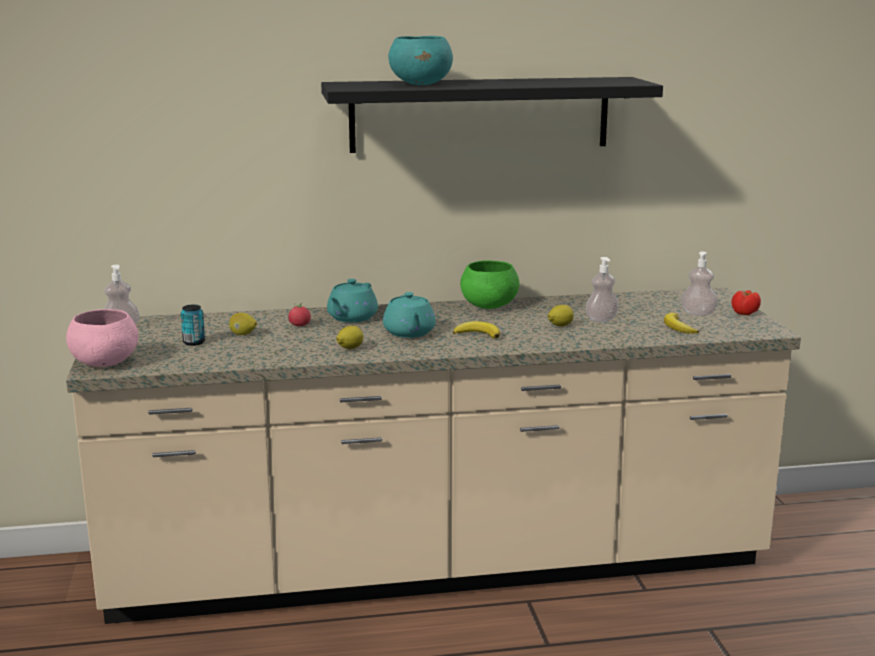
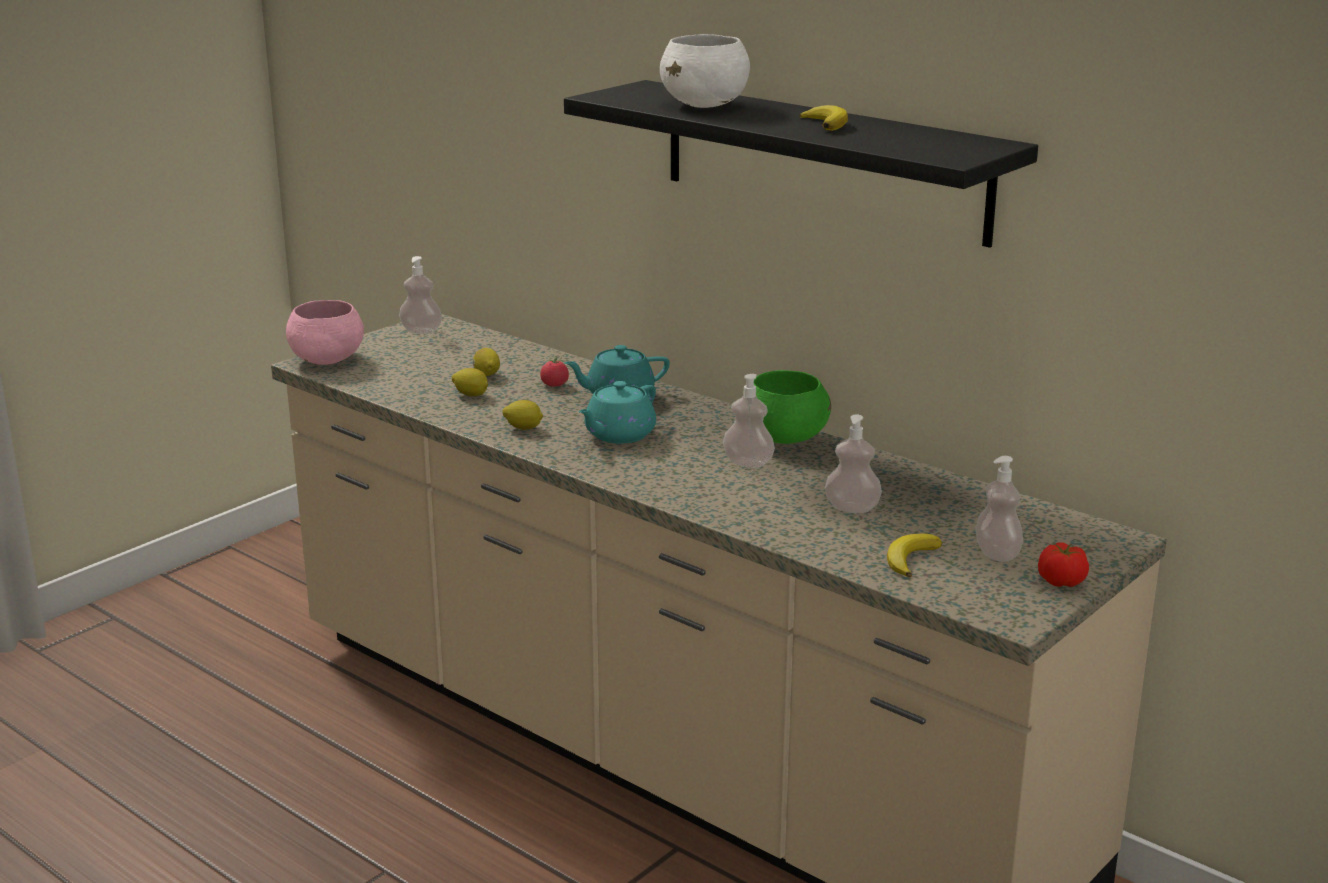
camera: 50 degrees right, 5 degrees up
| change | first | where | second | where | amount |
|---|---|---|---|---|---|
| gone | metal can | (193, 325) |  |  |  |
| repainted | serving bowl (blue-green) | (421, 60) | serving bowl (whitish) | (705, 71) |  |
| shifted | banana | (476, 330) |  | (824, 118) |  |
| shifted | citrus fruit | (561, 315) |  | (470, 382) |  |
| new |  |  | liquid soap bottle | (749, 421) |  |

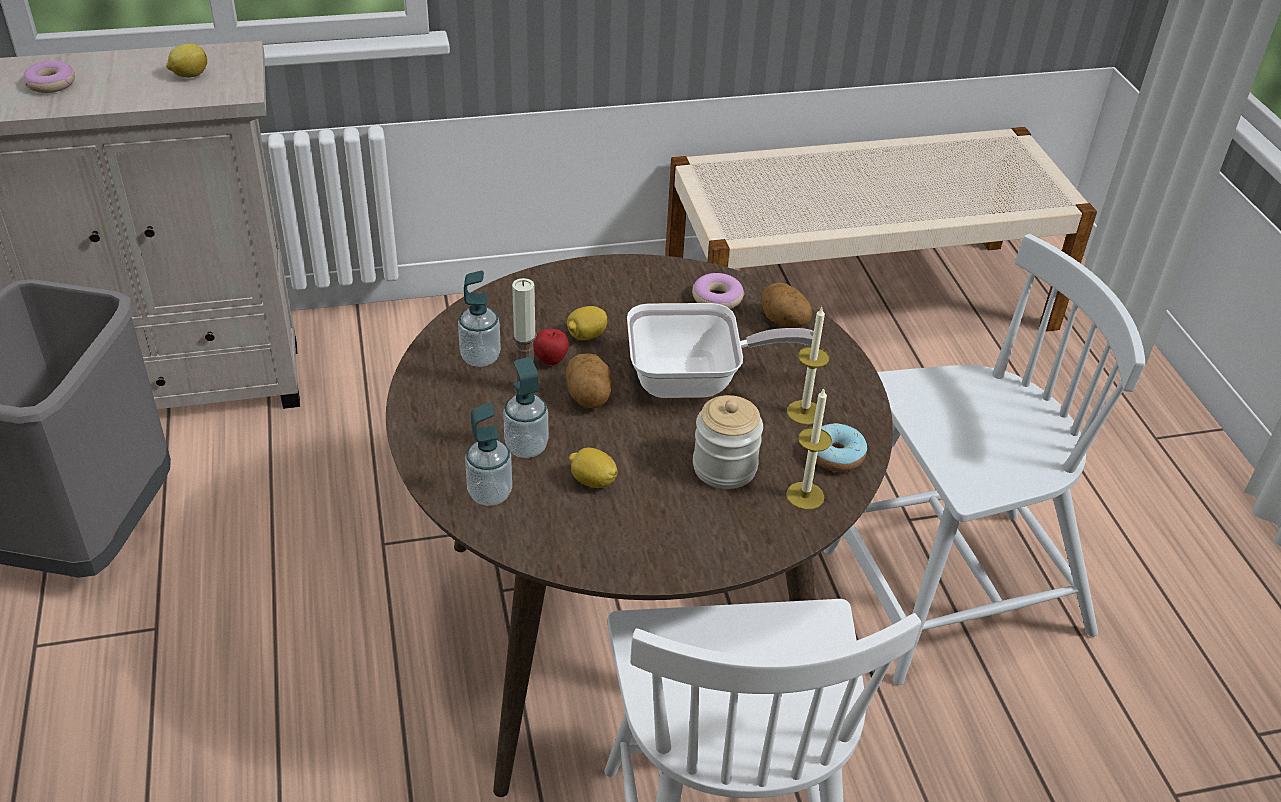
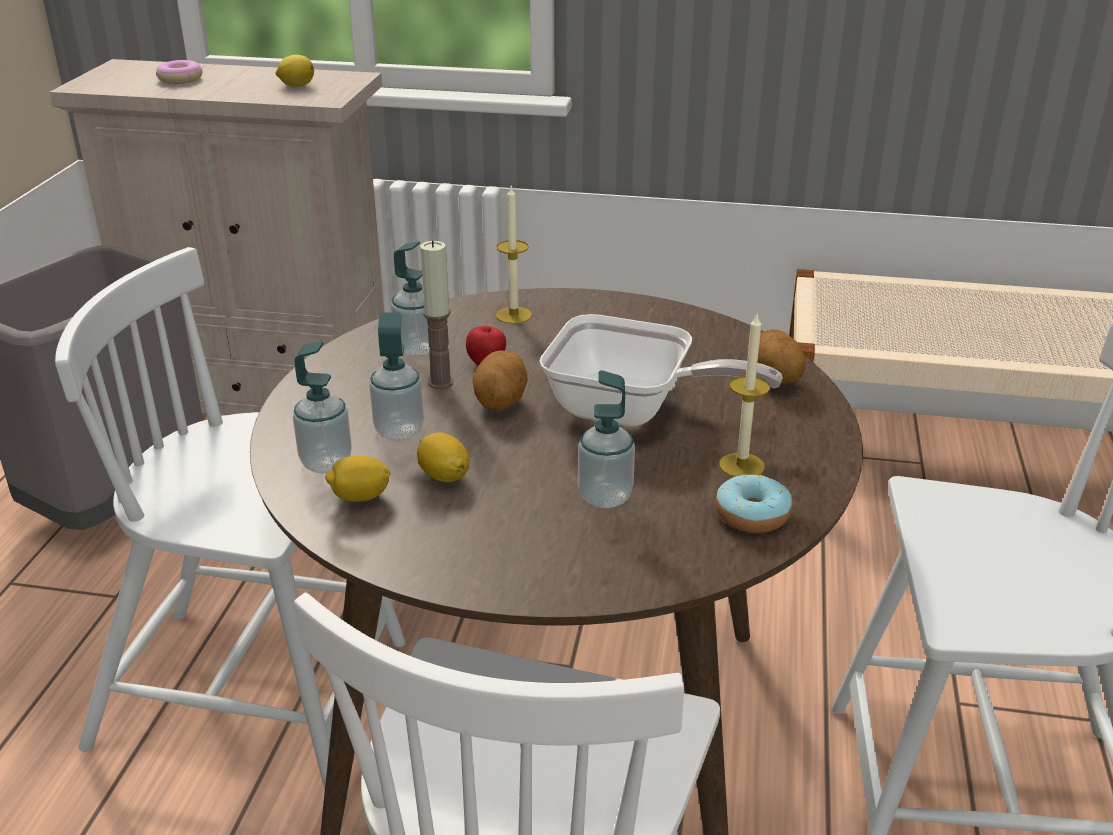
camera: 25 degrees right, 10 degrees down
| change | first | where | second | where | amount |
|---|---|---|---|---|---|
| shifted | citrus fruit | (587, 323) |  | (357, 479) |  |
| gone | donut | (718, 291) |  |  |  |
| swapped | jar | (728, 442) | liquid soap bottle | (606, 439) |  |
| shifted | wax light | (809, 449) |  | (514, 255) |  |
| new |  |  | chair (whitish) | (230, 518) |  |

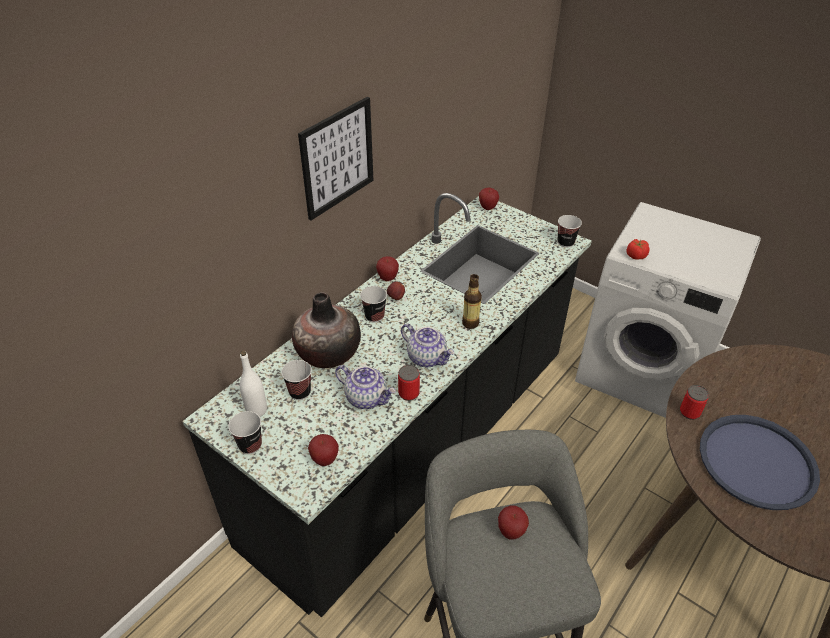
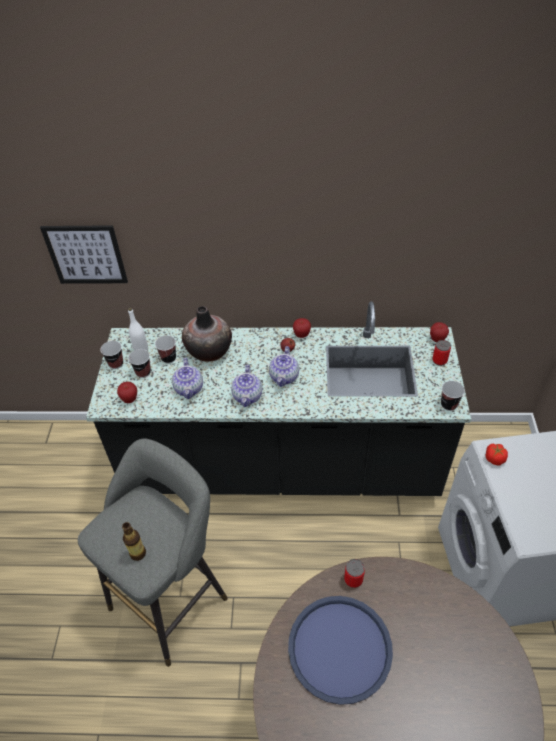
camera: 55 degrees right, 5 degrees up
| change | first | where | second | where | amount |
|---|---|---|---|---|---|
| shifted | wall art | (336, 158) |  | (84, 254) |  |
| shifted | small cup | (373, 304) |  | (139, 363) |  |
| shifted | metal can | (409, 383) |  | (441, 353) |  |
| shifted | drink bottle | (472, 301) |  | (134, 541) |  |
| gone | whole apple | (513, 522) |  |  |  |
| new |  |  | pot for tea | (284, 366) |  |

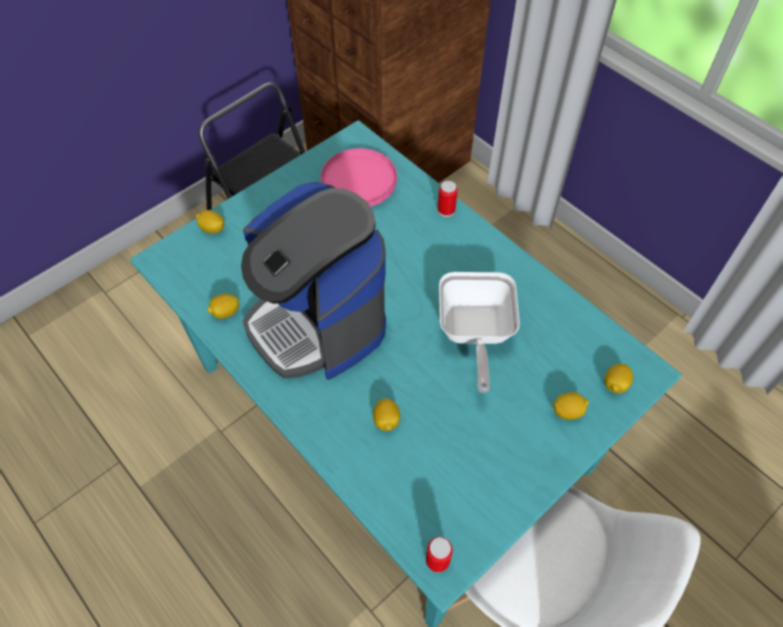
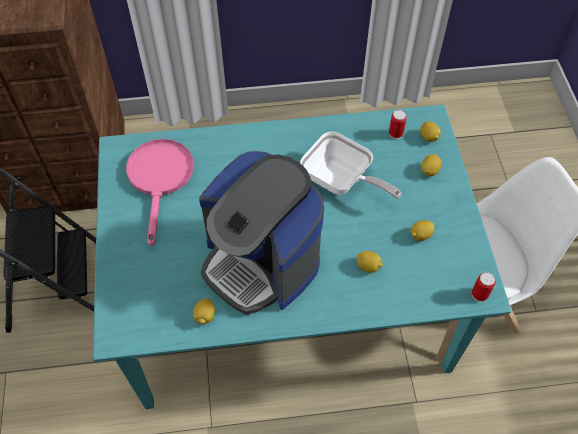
camera: 55 degrees left, 0 degrees up
| change | first | where | second | where | amount |
|---|---|---|---|---|---|
| shifted | citrus fruit | (210, 222) |  | (422, 230) |  |
| rotated | coffee brewer | (313, 281) |  | (261, 233) | 45 degrees clockwise |
| shifted | metal can | (448, 199) |  | (398, 124) |  |

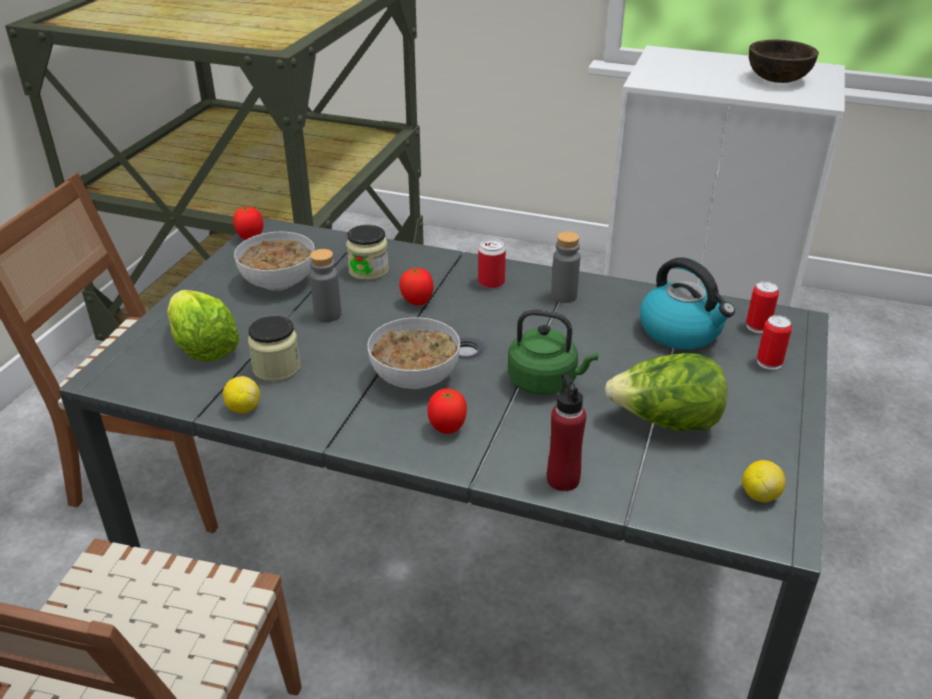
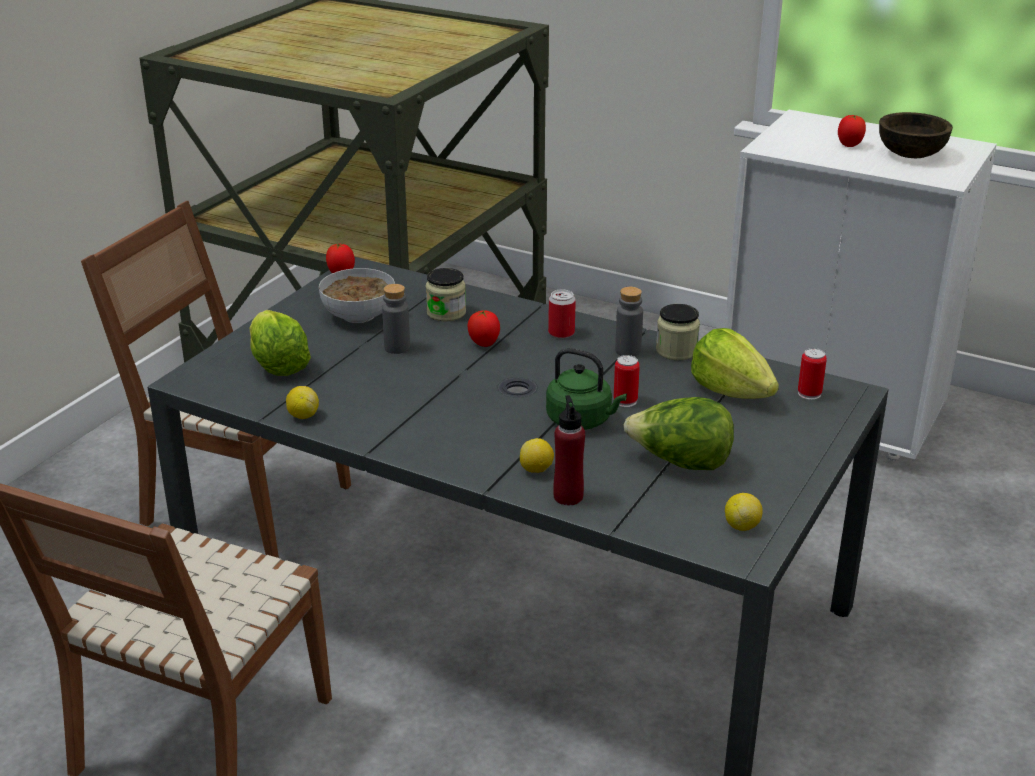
camera: 10 degrees right, 5 degrees down
| change | first | where | second | where | amount |
|---|---|---|---|---|---|
| shifted | jar | (274, 349) |  | (678, 332) |  |
| gone | serving bowl | (414, 353) |  |  |  |
| shifted | tomato | (447, 411) |  | (852, 131) |  |
| swapped | tea kettle | (687, 303) | lettuce | (735, 363) |  |
| shifted | metal can | (774, 342) |  | (627, 381) |  |
| new |  |  | citrus fruit | (537, 455) |  |

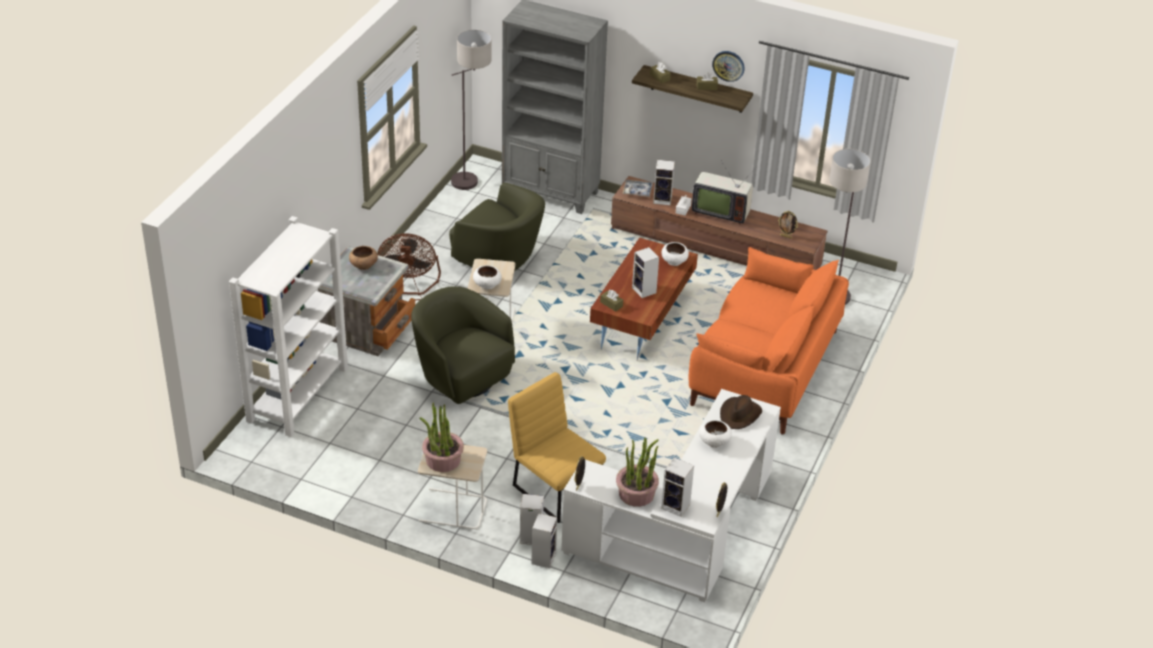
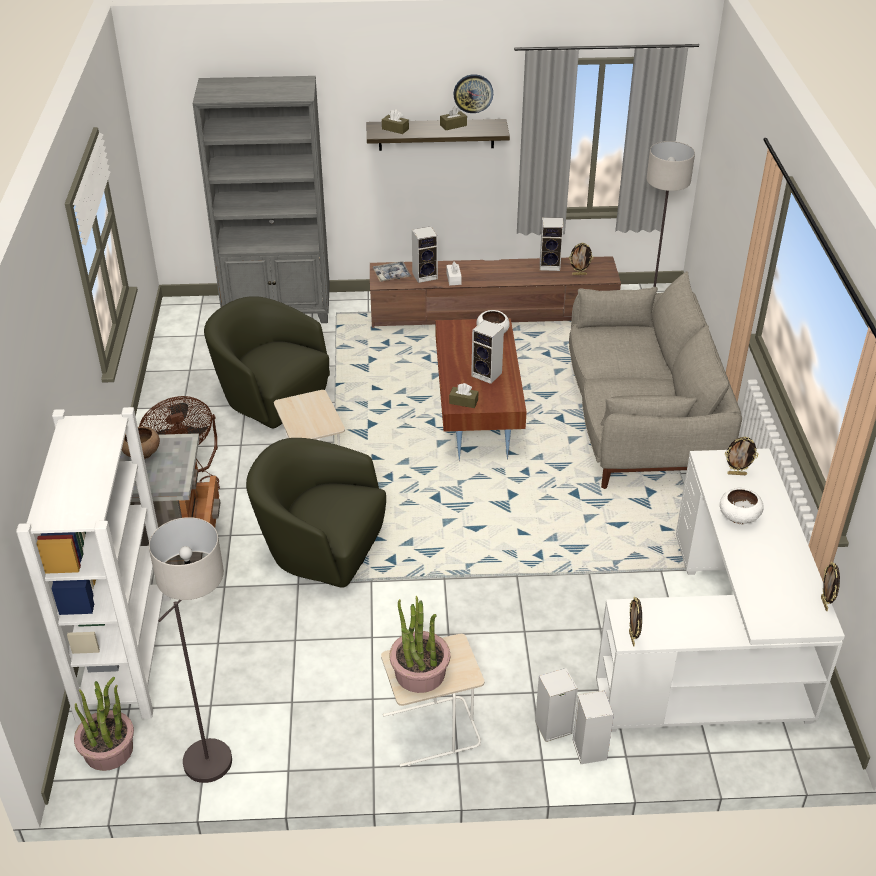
camera: 25 degrees left, 0 degrees up
| change | first | where | second | where | amount |
|---|---|---|---|---|---|
| rotated | easy chair (green-coloured) | (497, 227) |  | (267, 362) | 150 degrees counterclockwise |
| shifted | standard lamp (gray) | (471, 110) |  | (190, 650) |  |
| gone | serving bowl (whitish) | (487, 277) |  |  |  |
| gone | chair (yellow) | (557, 447) |  |  |  |
| shifted | potted plant | (637, 472) |  | (104, 724) |  |
| shifted | loudspeaker | (677, 487) |  | (551, 244) |  |
| repainted | couch (orangey) | (769, 341) | couch (beige-coloured) | (655, 380) |  |
| gone | TV | (724, 192) |  |  |  |
| swapped | hat (brownish) | (741, 412) | photo frame | (741, 456) |  |

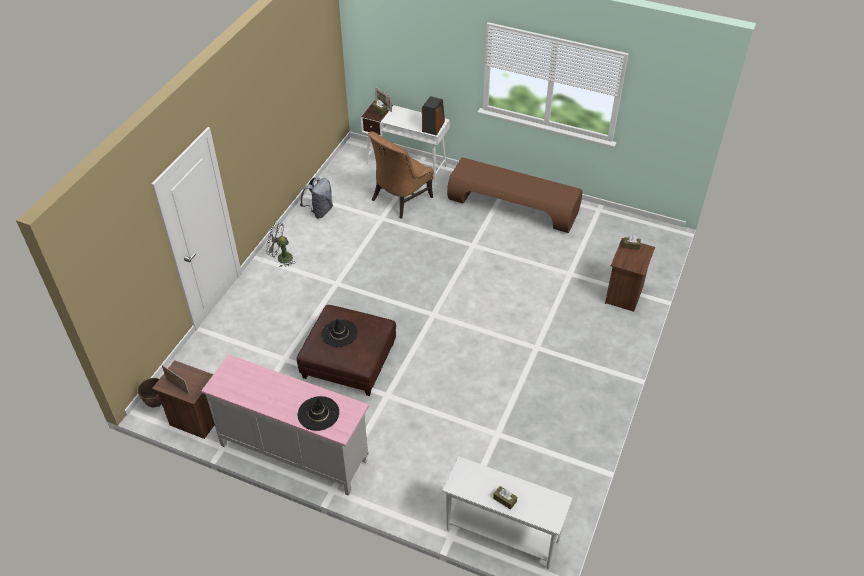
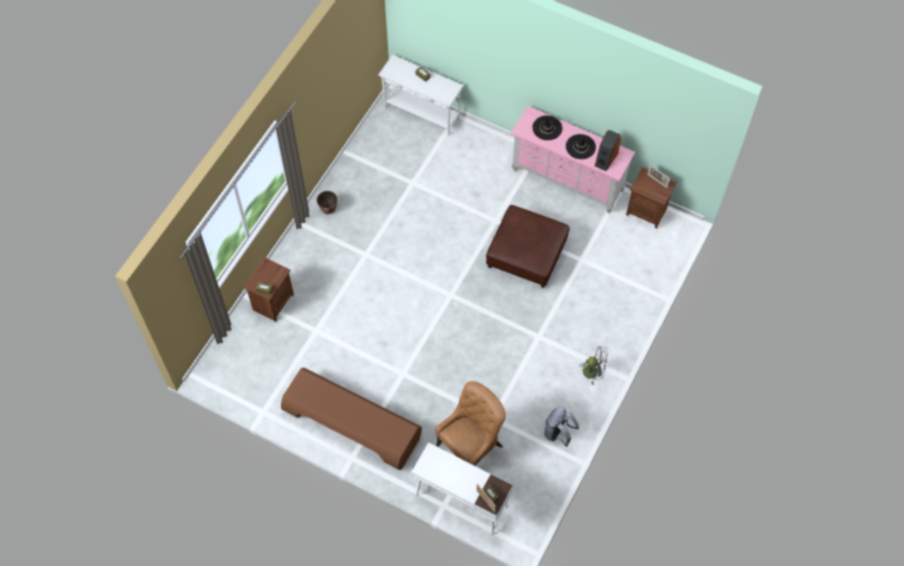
camera: 175 degrees left, 15 degrees up
| change | first | where | second | where | amount |
|---|---|---|---|---|---|
| shifted | flower pot | (149, 392) |  | (327, 202) |  |
| shifted | hat (blackish) | (340, 333) |  | (581, 146) |  |
| shifted | loudspeaker | (433, 116) |  | (608, 150) |  |

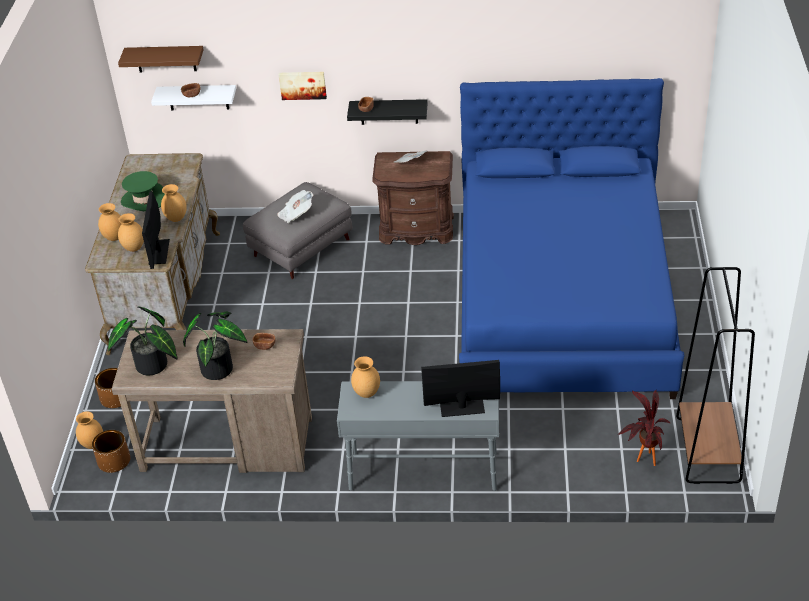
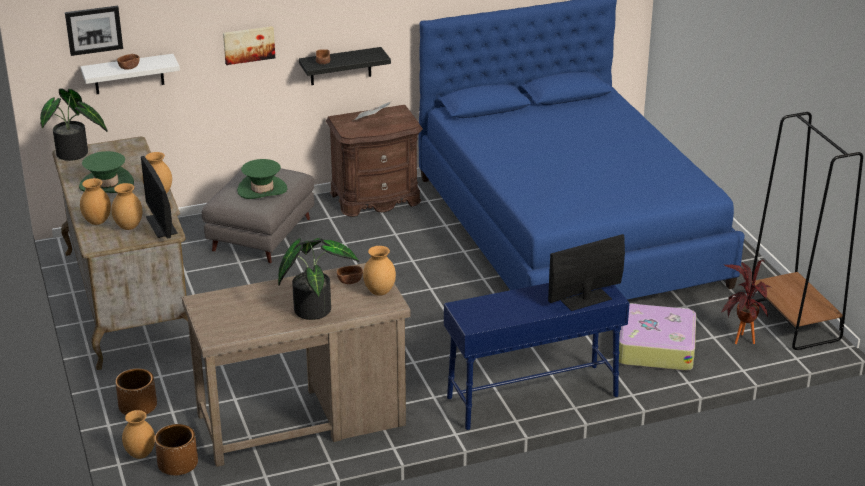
camera: 25 degrees left, 10 degrees down
| change | first | where | second | where | amount |
|---|---|---|---|---|---|
| shifted | potted plant | (143, 340) |  | (74, 124) |  |
| swapped | shelf (brownish) | (160, 59) | wall art | (94, 31) |  |
| swapped | printed paper | (295, 206) | hat (green-coloured) | (262, 179) |  |
| repainted | console table (gray) | (418, 436) | console table (blue-coloured) | (537, 356) |  |
| shifted | flower vase (brownish) | (365, 377) |  | (379, 271) |  |
| new |  |  | suitcase | (657, 337) |  |

